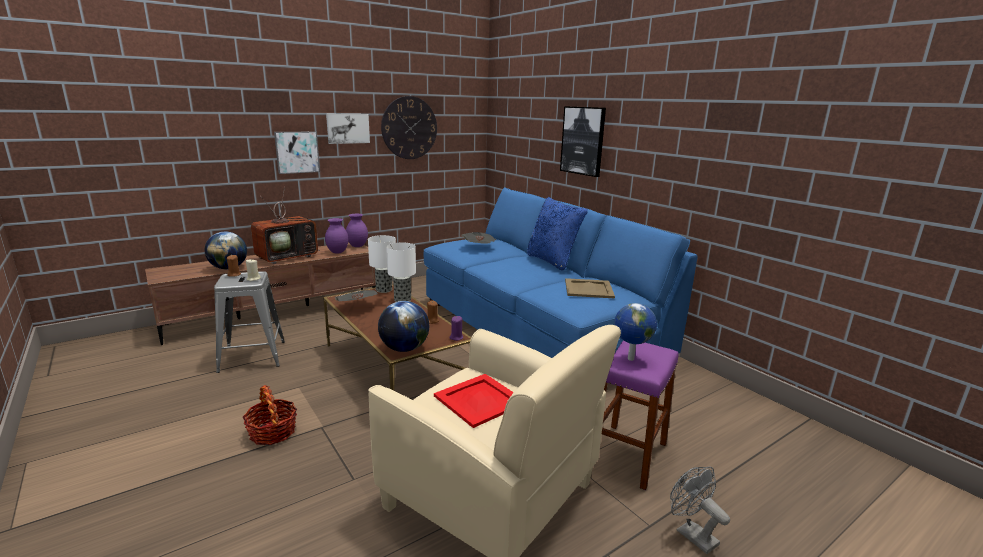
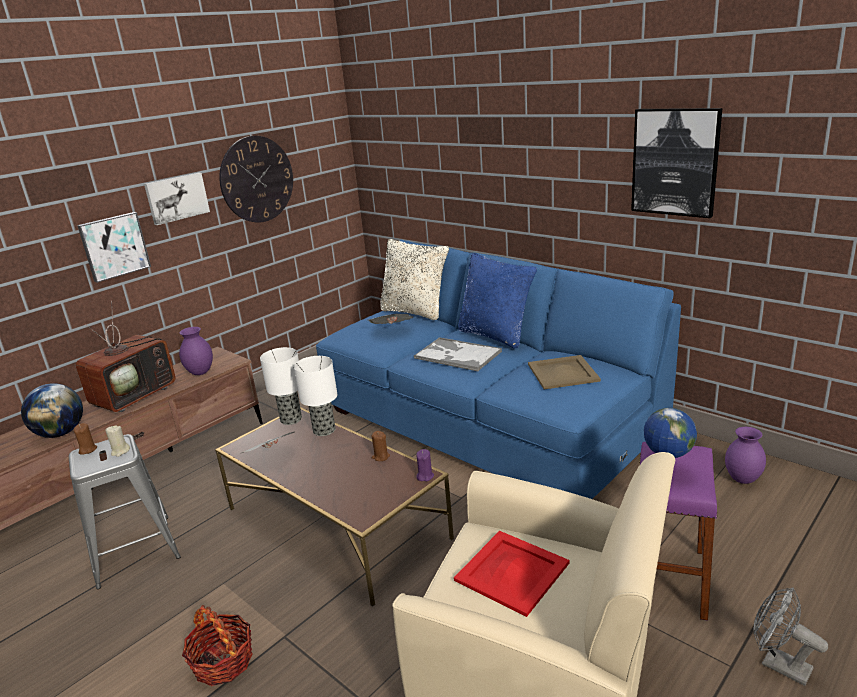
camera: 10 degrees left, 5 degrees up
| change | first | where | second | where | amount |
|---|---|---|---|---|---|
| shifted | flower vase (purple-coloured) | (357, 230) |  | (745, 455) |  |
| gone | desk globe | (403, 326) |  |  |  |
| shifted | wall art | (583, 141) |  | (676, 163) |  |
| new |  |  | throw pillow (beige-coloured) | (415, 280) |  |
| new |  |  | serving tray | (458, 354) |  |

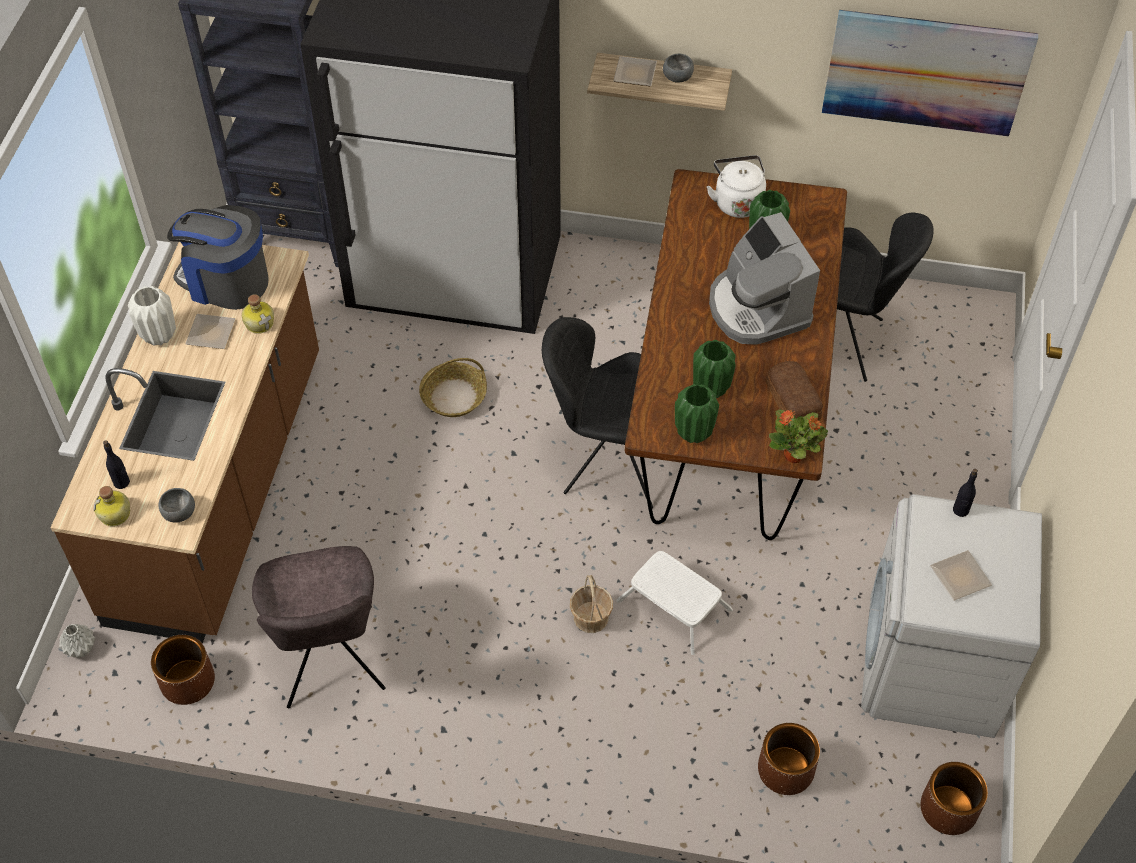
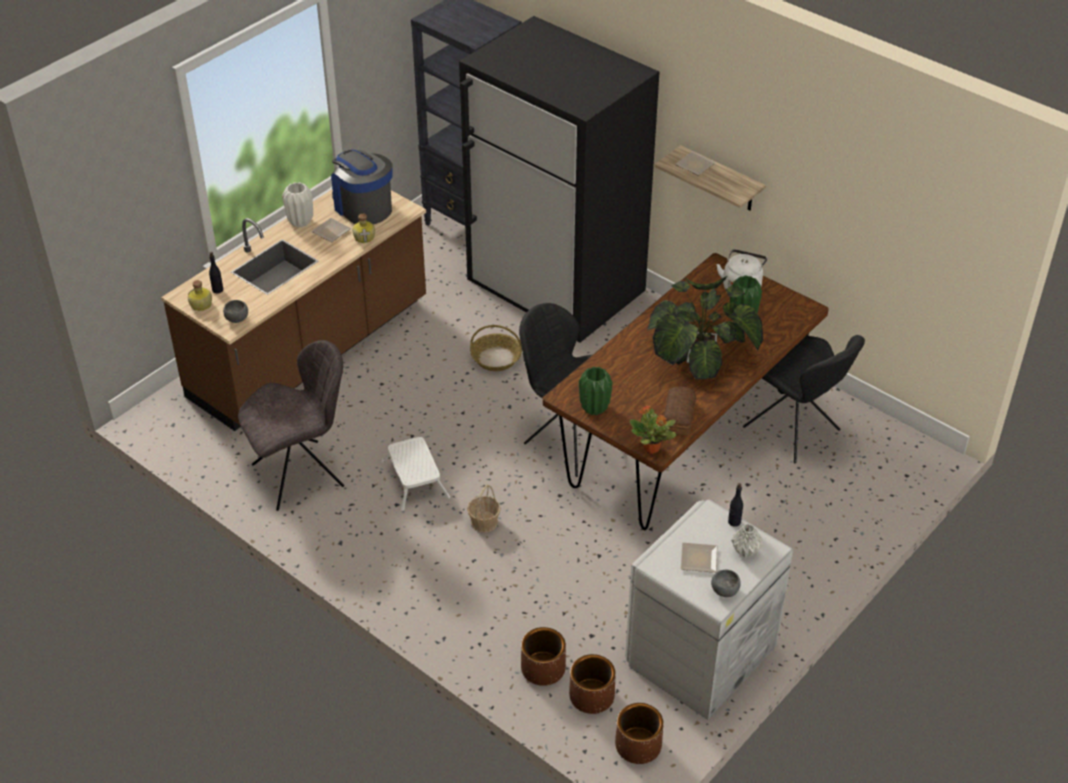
camera: 30 degrees right, 10 degrees down
| change | first | where | second | where | amount |
|---|---|---|---|---|---|
| shifted | flower vase (gray) | (77, 641) |  | (746, 540) |  |
| shifted | flower pot (brownish) | (183, 670) |  | (592, 684) |  |
| rotated | chair (gray) | (319, 627) |  | (291, 425) | 135 degrees counterclockwise |
| shifted | stepladder (whitish) | (675, 603) |  | (415, 474) |  |
| shifted | serving bowl (gray) | (678, 68) |  | (726, 583) |  |
| gone | flower vase (green-coloured) | (714, 369) |  |  |  |
| swapped | coffee brewer | (764, 278) | potted plant | (705, 327) |  |
| gone | wall art | (930, 73) |  |  |  |

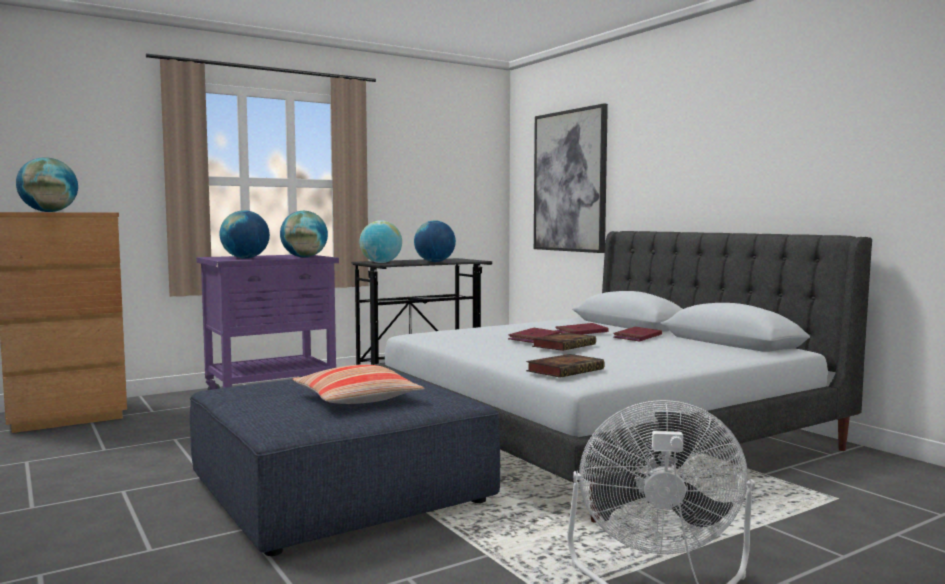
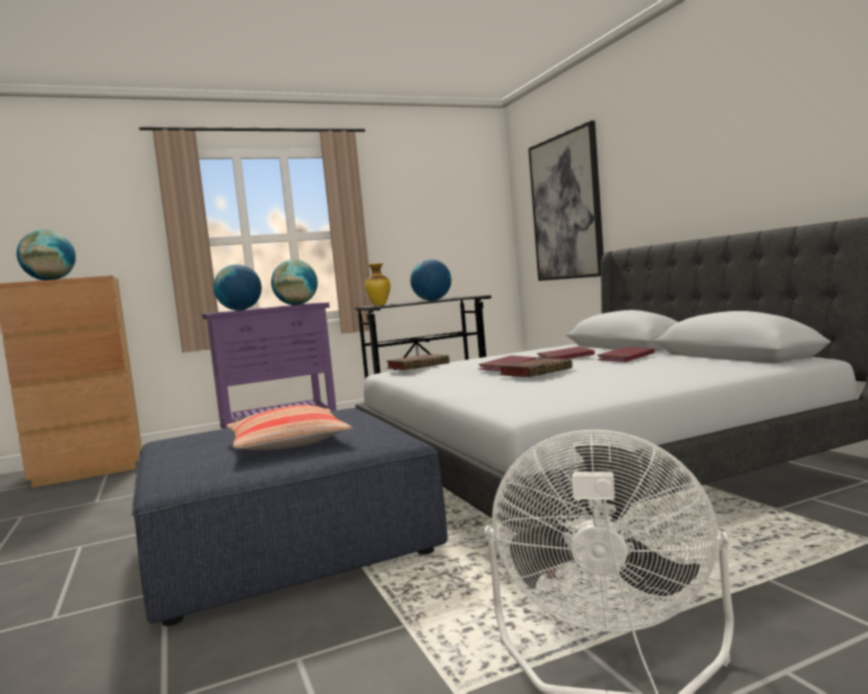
camera: 10 degrees right, 0 degrees up
| change | first | where | second | where | amount |
|---|---|---|---|---|---|
| swapped | desk globe | (380, 241) | flower vase | (377, 284) |  |
| shifted | bound book | (565, 366) |  | (418, 362) |  |

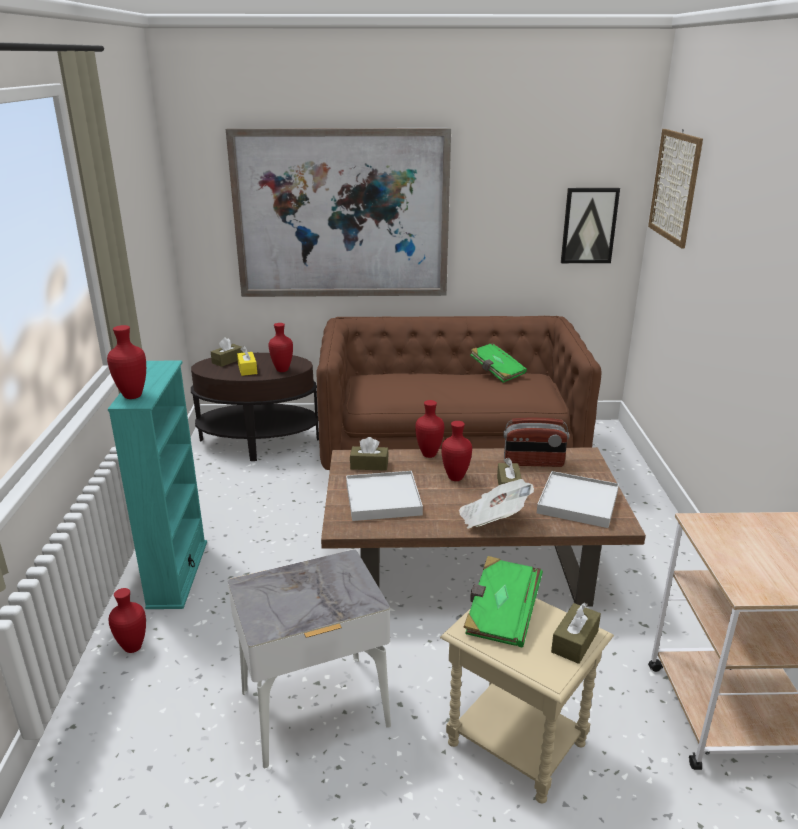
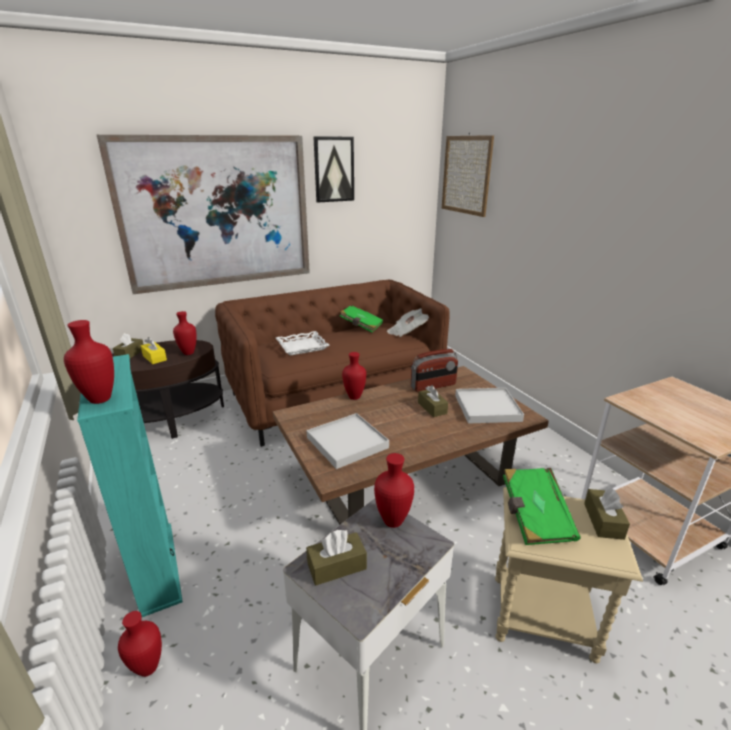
camera: 25 degrees left, 0 degrees up
| change | first | where | second | where | amount |
|---|---|---|---|---|---|
| shifted | tissue holder (brownish) | (369, 454) |  | (336, 558) |  |
| shifted | flower vase (reddish) | (456, 451) |  | (394, 490) |  |
| shifted | printed paper | (496, 504) |  | (408, 322) |  |
| shifted | wall art | (590, 225) |  | (334, 169) |  |
| new |  |  | serving tray (whitish) | (303, 343) |  |

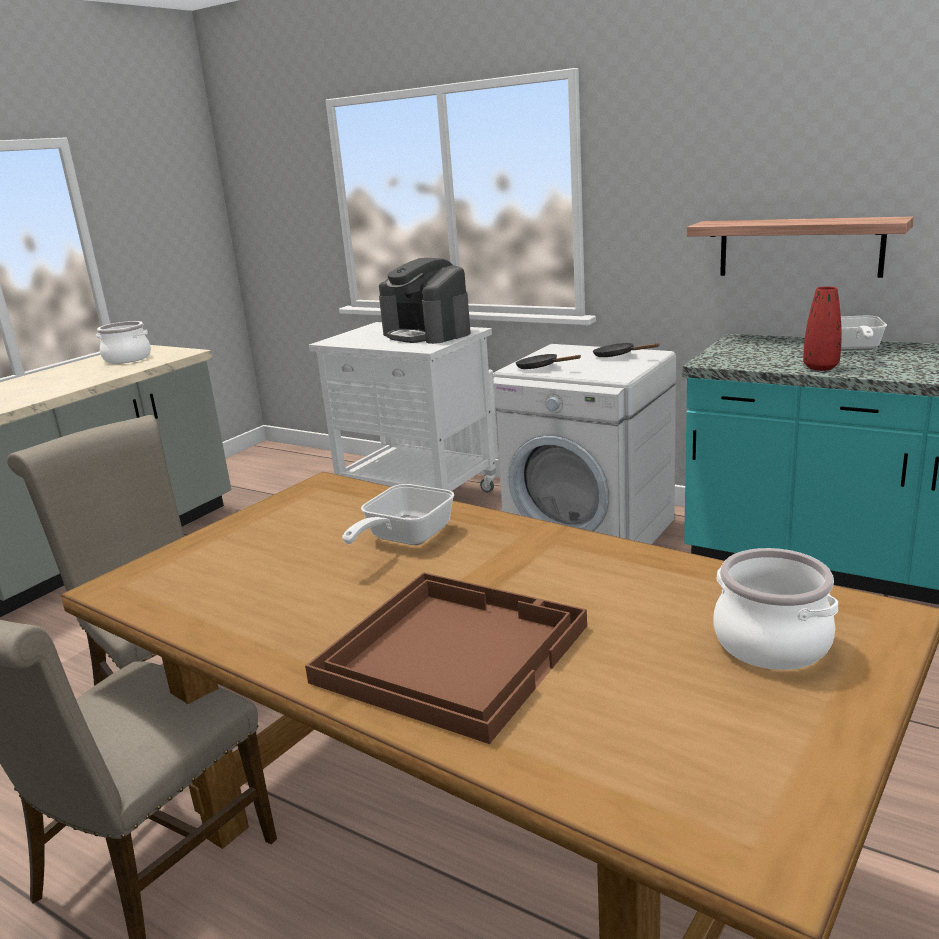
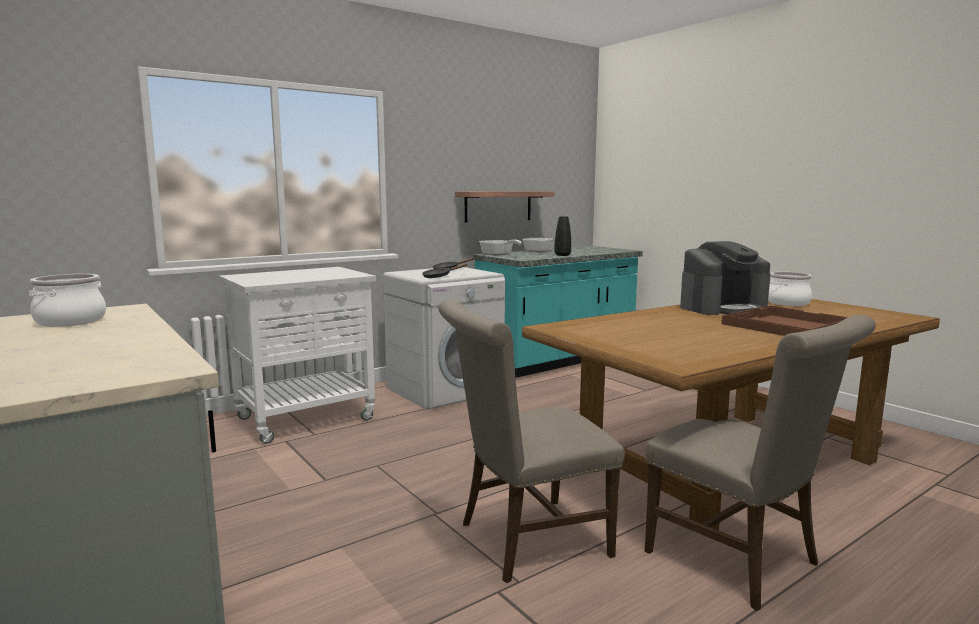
camera: 70 degrees left, 10 degrees down
| change | first | where | second | where | amount |
|---|---|---|---|---|---|
| shifted | pan | (398, 514) |  | (500, 248) |  |
| shifted | coffee brewer | (425, 301) |  | (725, 278) |  |
| repainted | flower vase (reddish) | (822, 328) | flower vase (blackish) | (563, 236) |  |

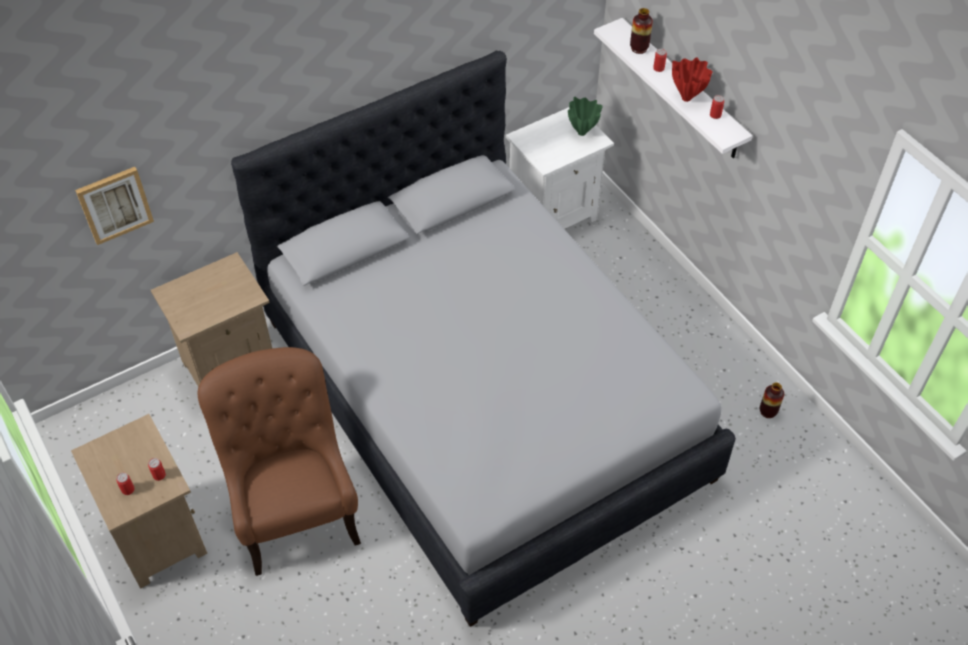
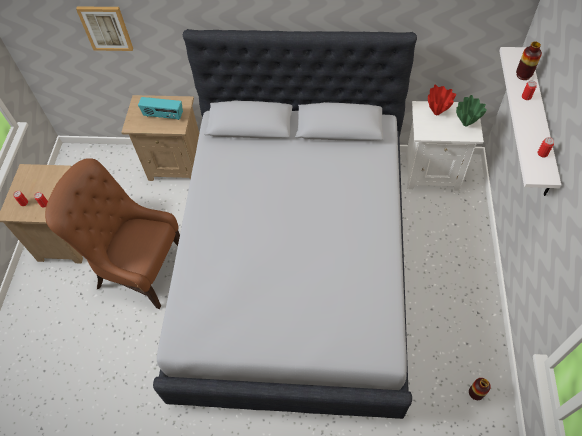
camera: 40 degrees right, 5 degrees up
| change | first | where | second | where | amount |
|---|---|---|---|---|---|
| rotated | chair (brownish) | (279, 461) |  | (112, 233) | 90 degrees counterclockwise |
| shifted | flower vase (reddish) | (692, 79) |  | (442, 100) |  |
| new |  |  | radio receiver | (160, 108) |  |

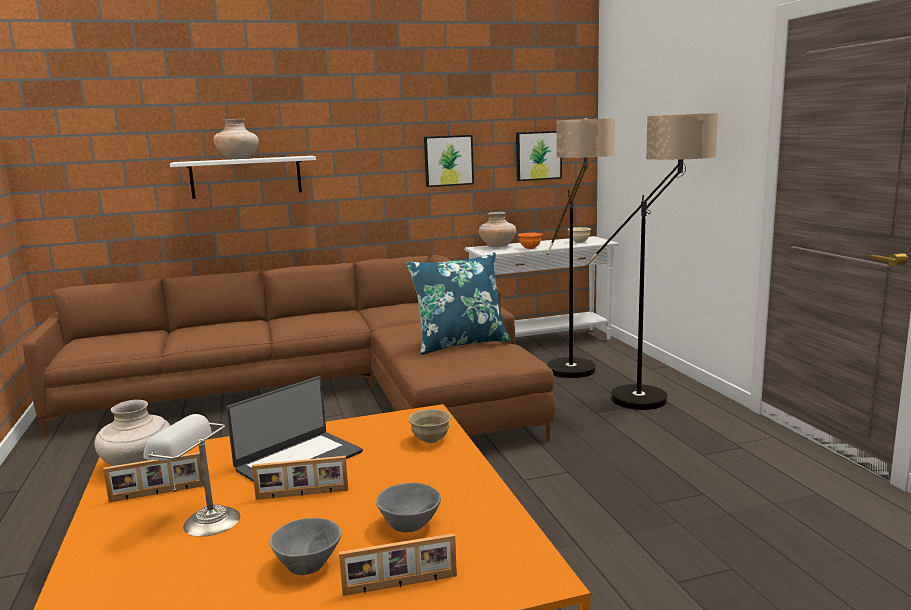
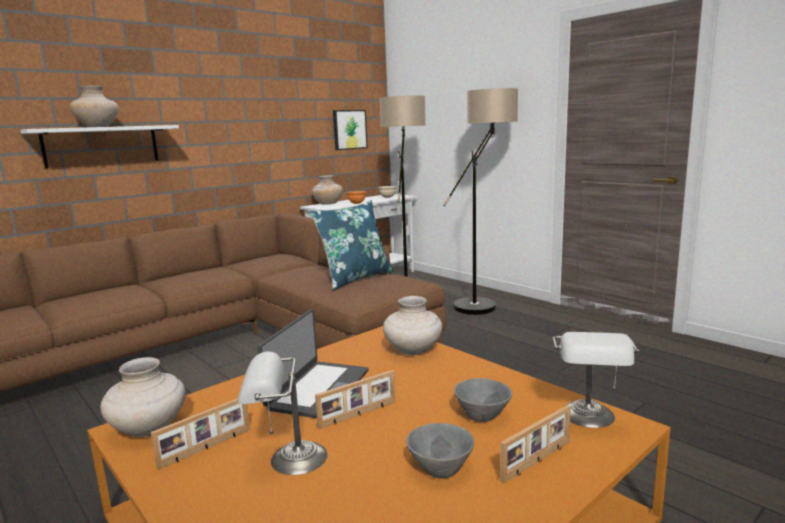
camera: 25 degrees left, 0 degrees up
| change | first | where | second | where | amount |
|---|---|---|---|---|---|
| swapped | serving bowl (beige-coloured) | (429, 426) | flower vase (beige-coloured) | (412, 325) |  |
| gone | wall art | (449, 161) |  |  |  |
| new |  |  | lamp for a table (whitish) | (596, 380) |  |

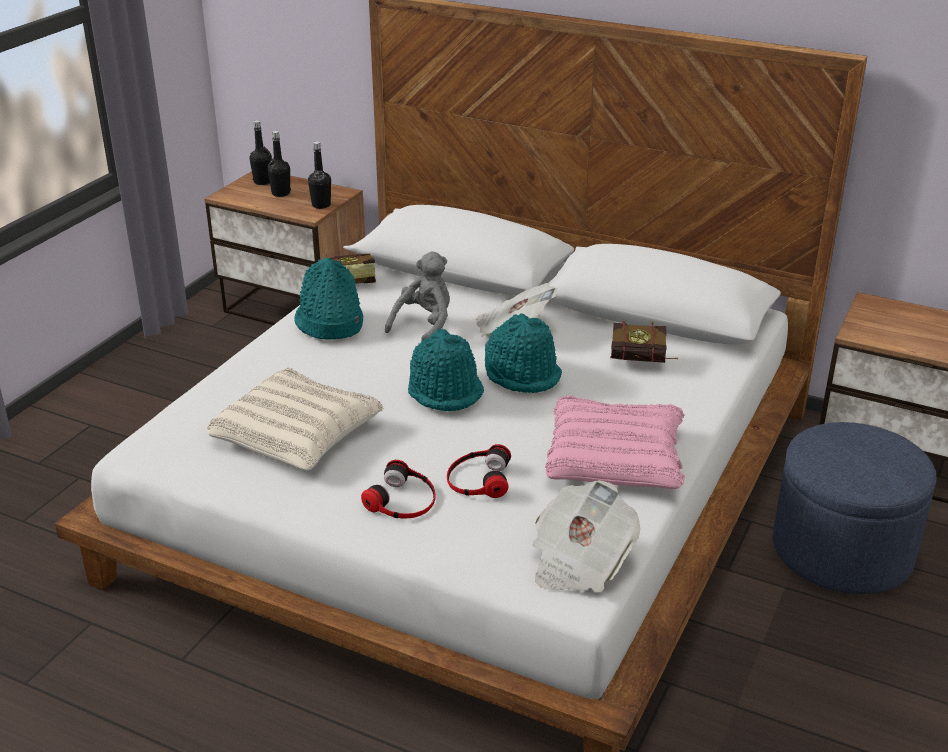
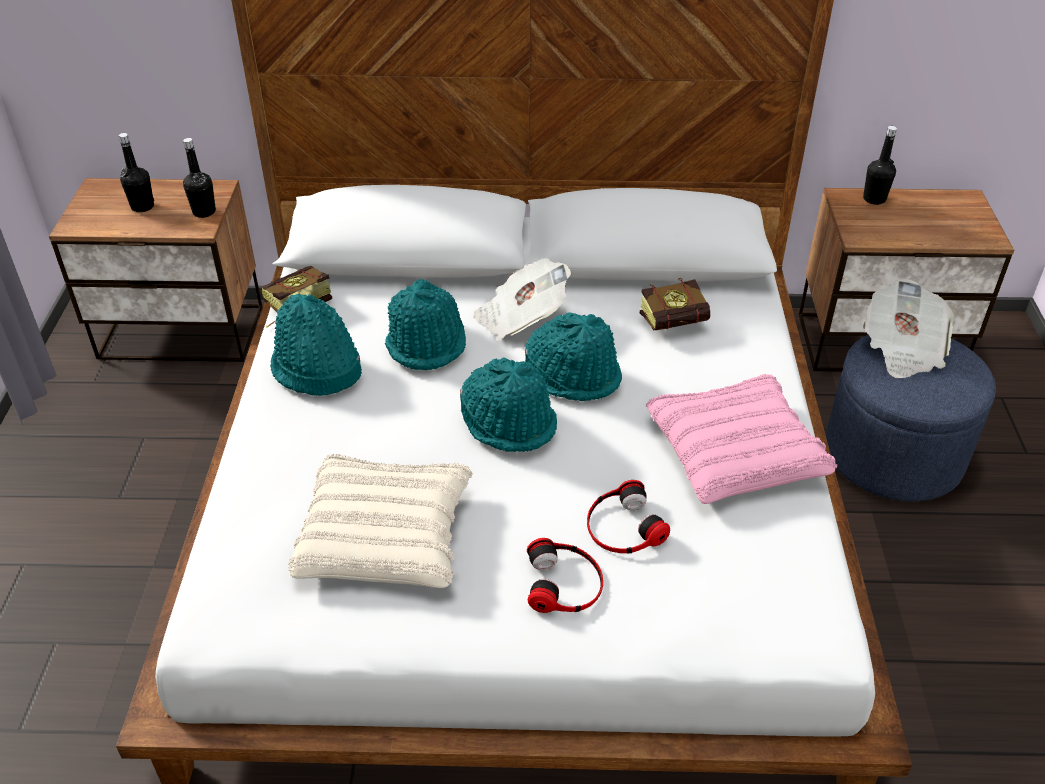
camera: 25 degrees left, 10 degrees up
| change | first | where | second | where | amount |
|---|---|---|---|---|---|
| shifted | drink bottle (blackish) | (260, 152) |  | (880, 165) |  |
| swapped | soft toy (gray) | (417, 296) | hat (blue-green) | (425, 324) |  |
| shifted | printed paper | (586, 536) |  | (908, 328) |  |

